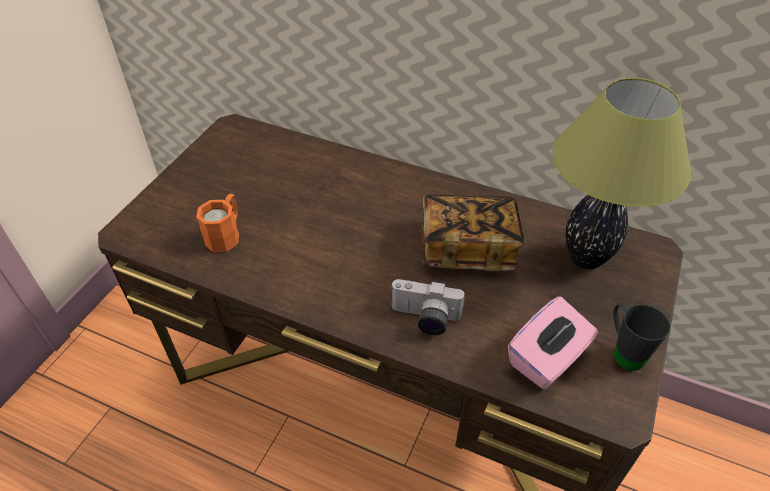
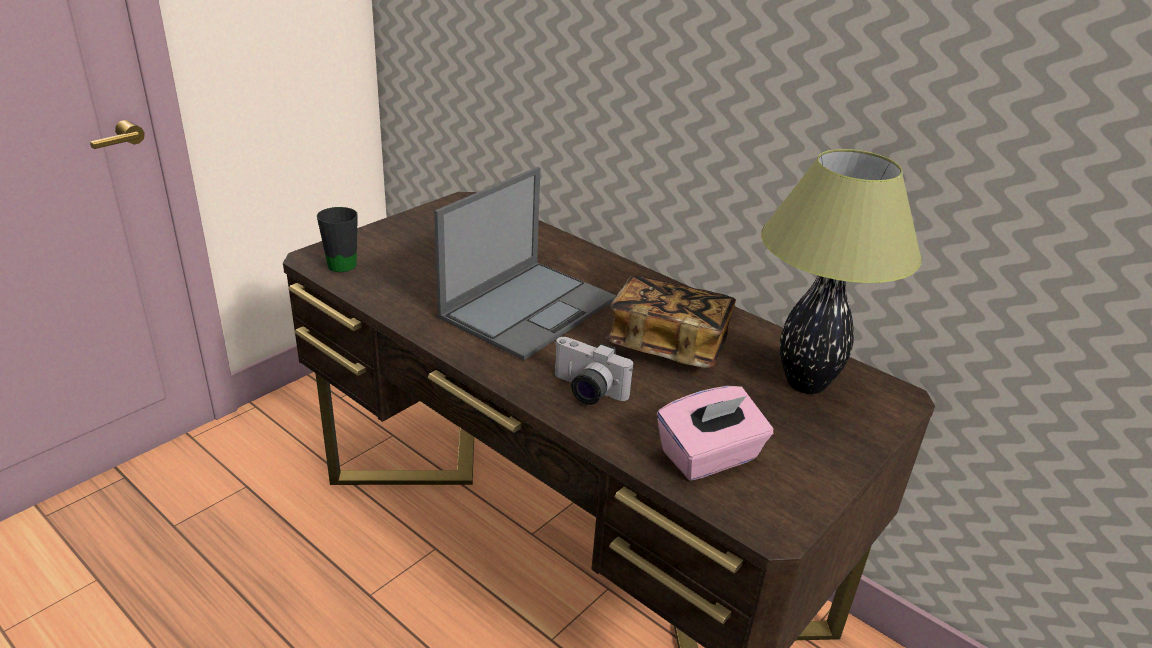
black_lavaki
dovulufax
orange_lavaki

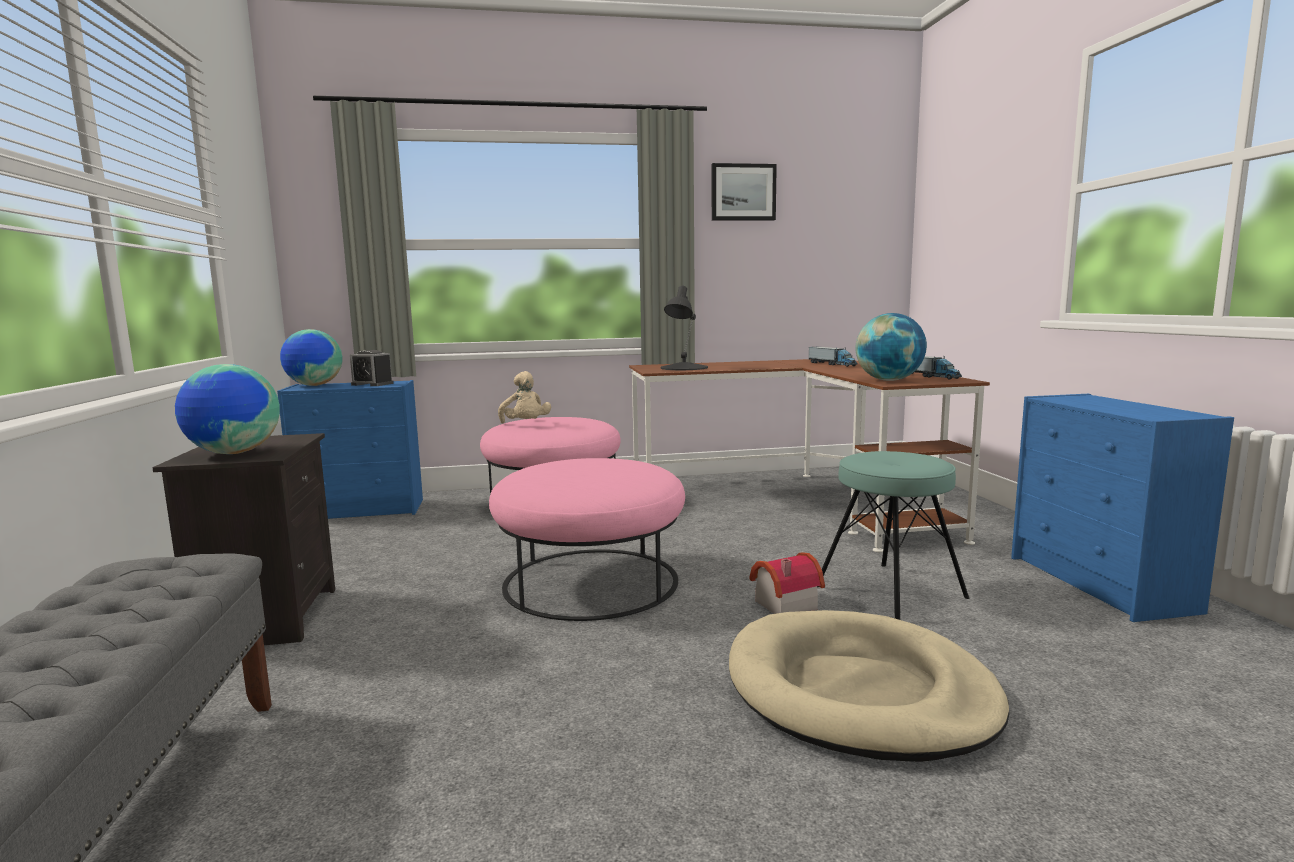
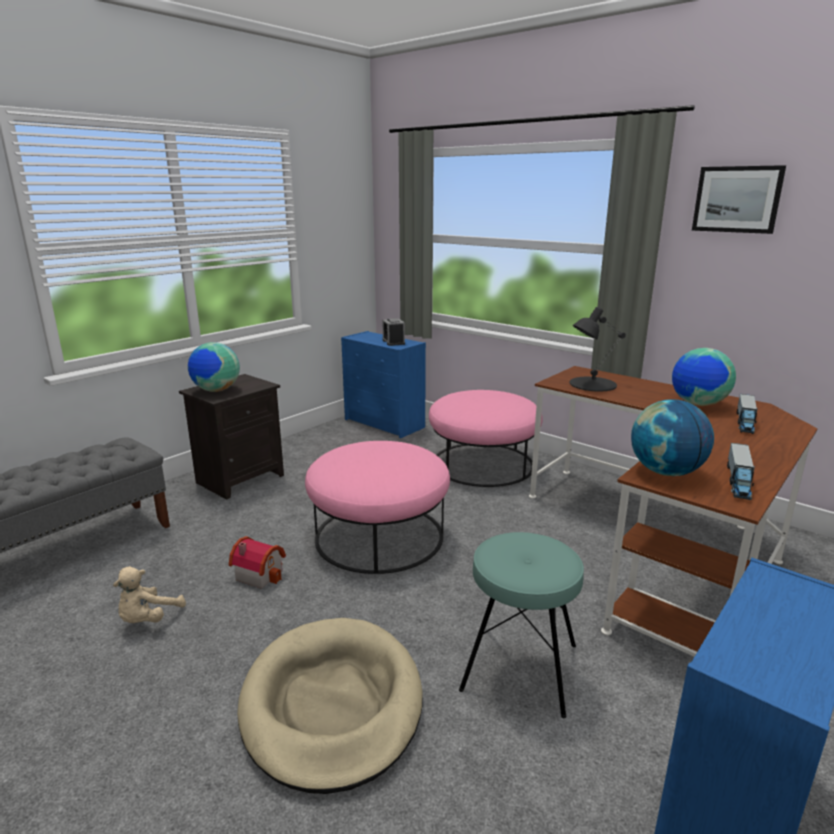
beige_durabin
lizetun
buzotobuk (3rd from left)

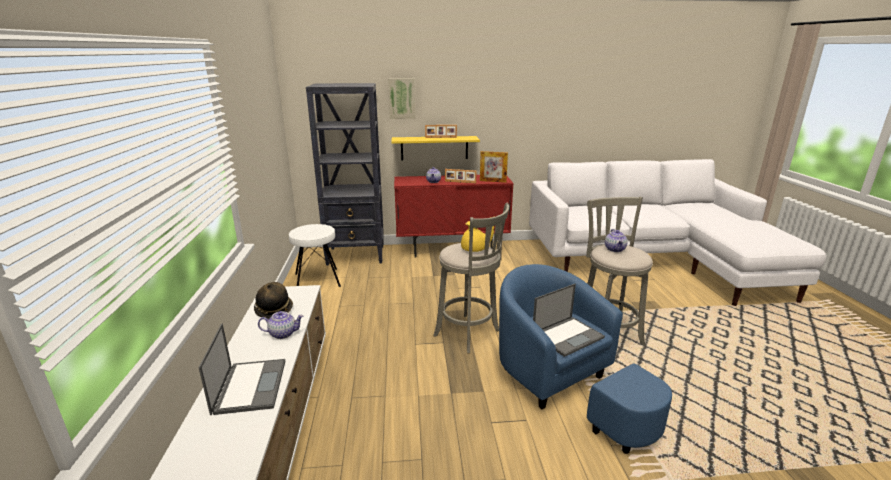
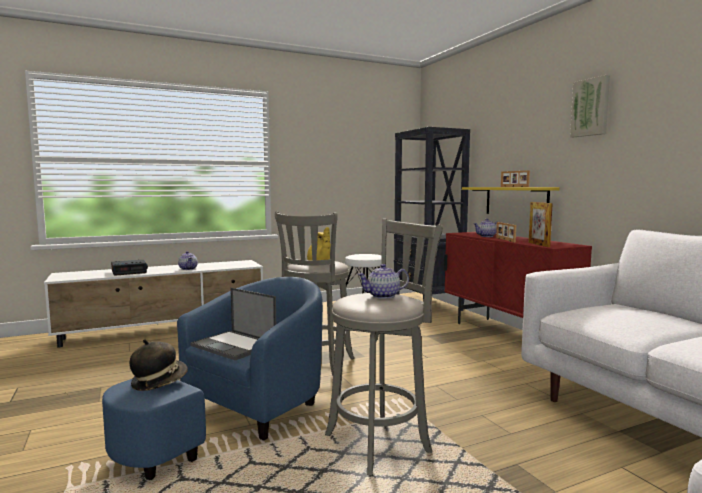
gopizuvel
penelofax
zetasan

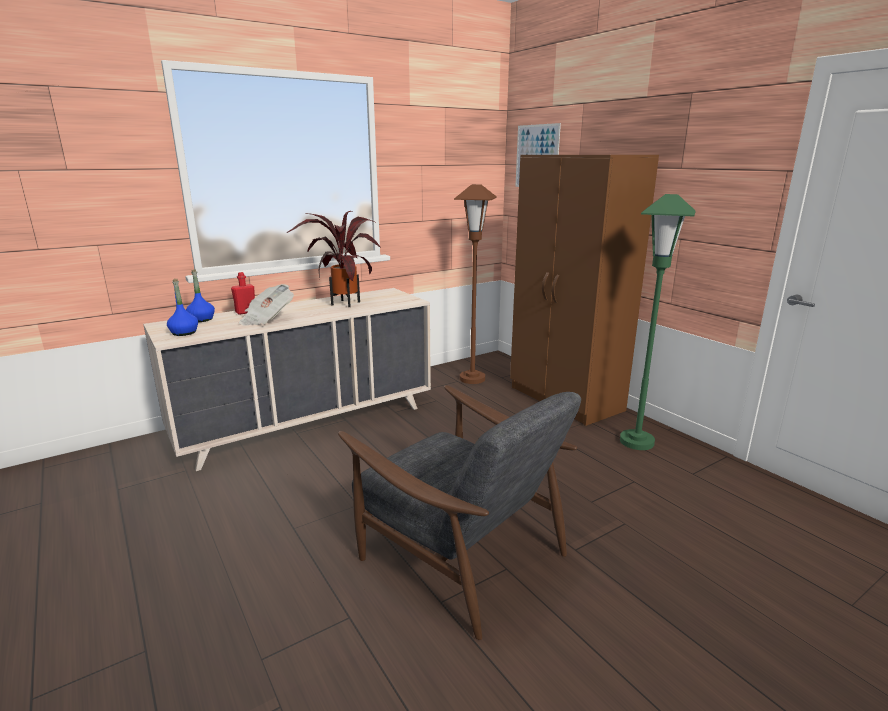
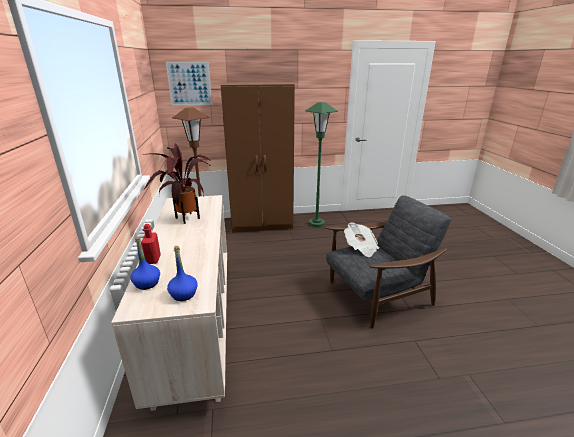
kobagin

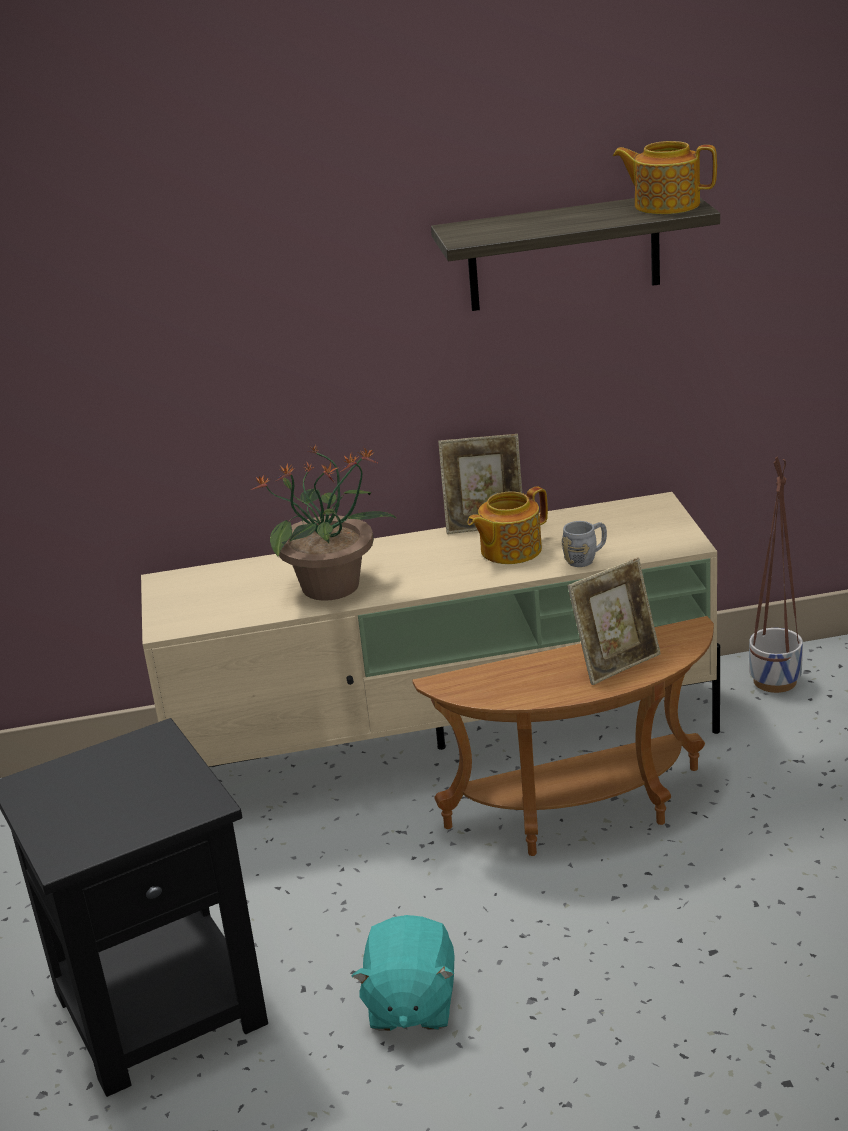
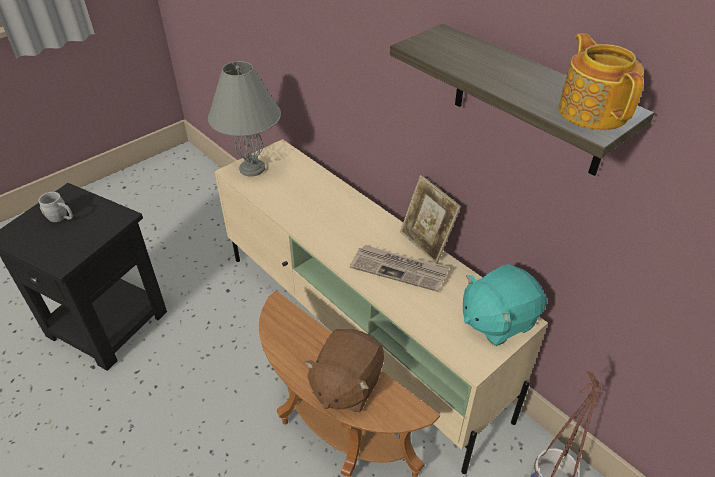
grey_lavaki
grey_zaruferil
brown_durabin
kobagin
turquoise_durabin
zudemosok

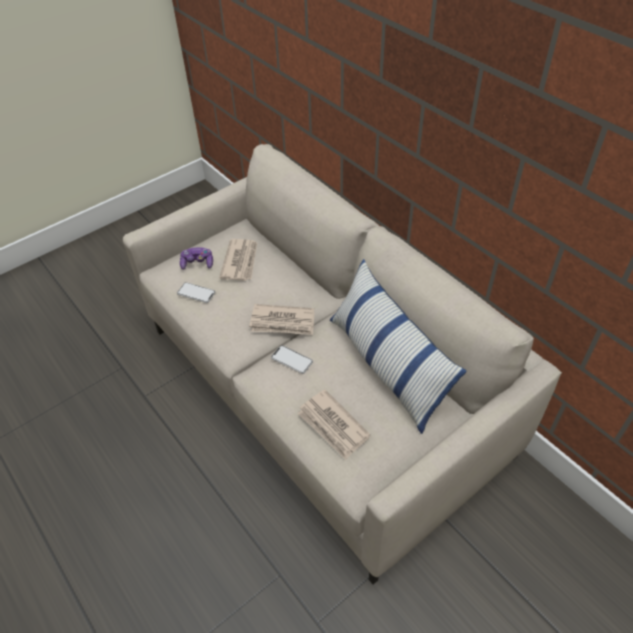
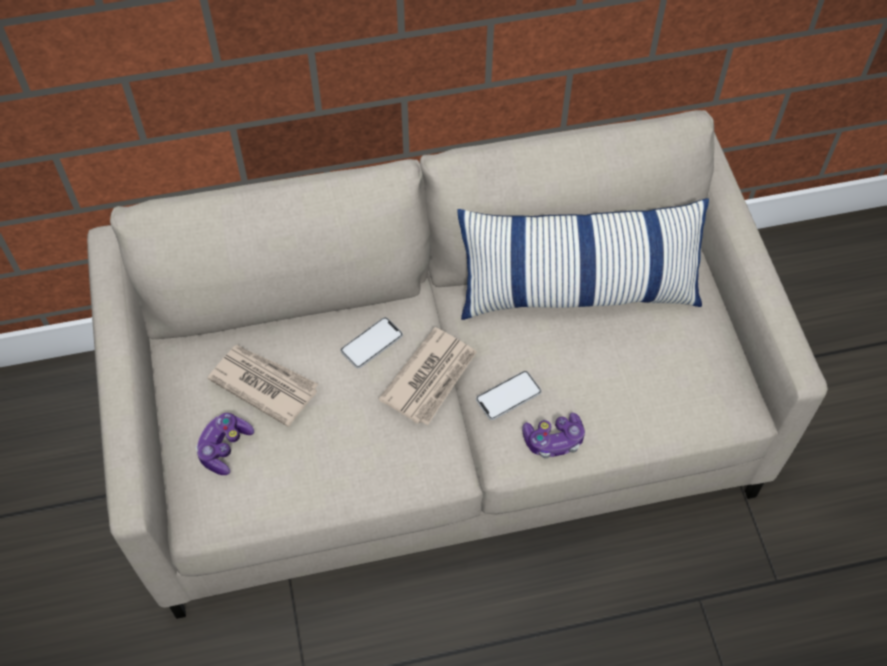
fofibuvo (1st from left)
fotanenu (2nd from left)
kobagin (3rd from left in the first image)

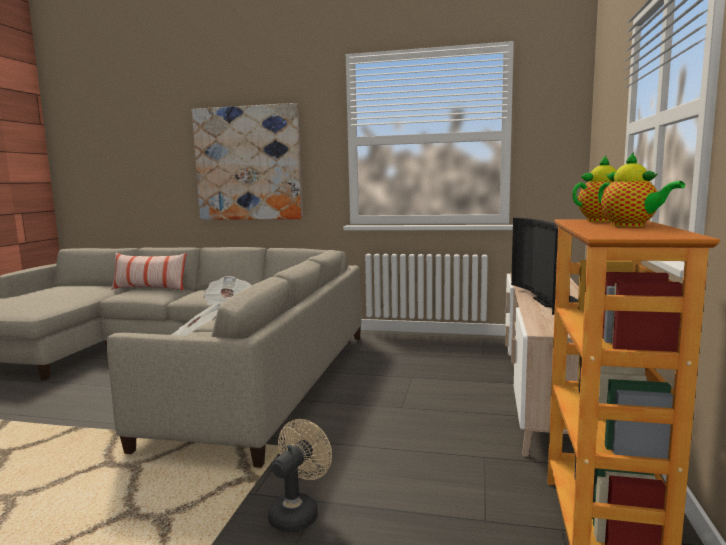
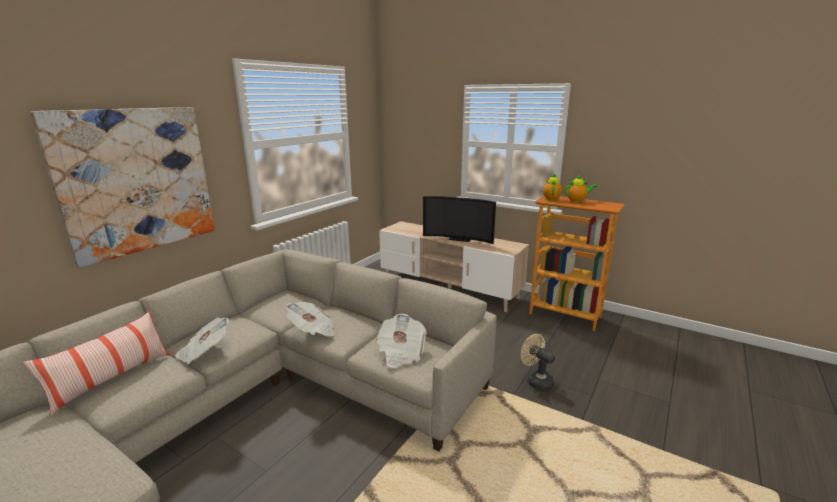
kobagin (1st from left)

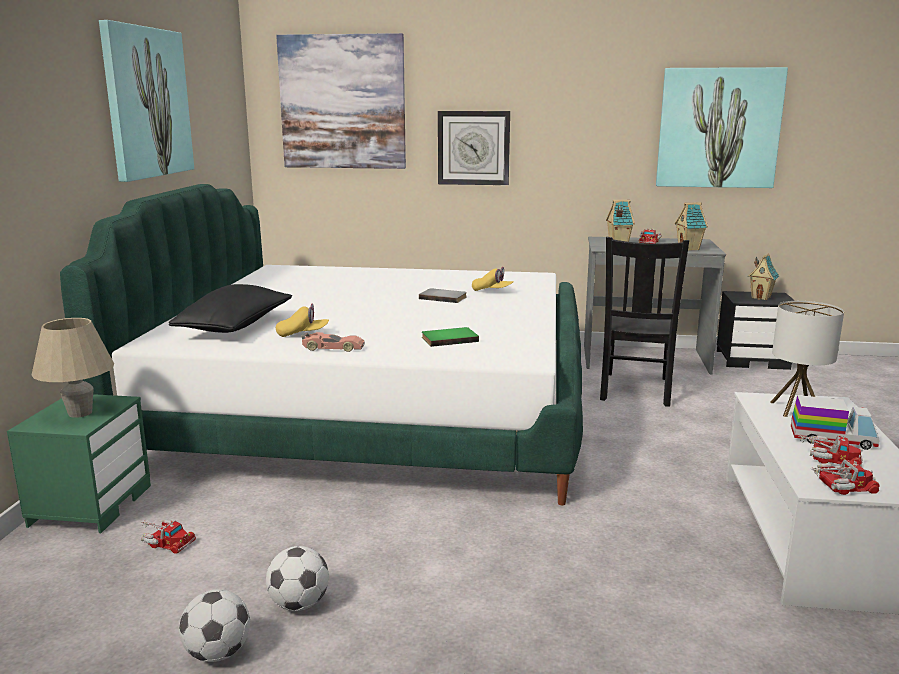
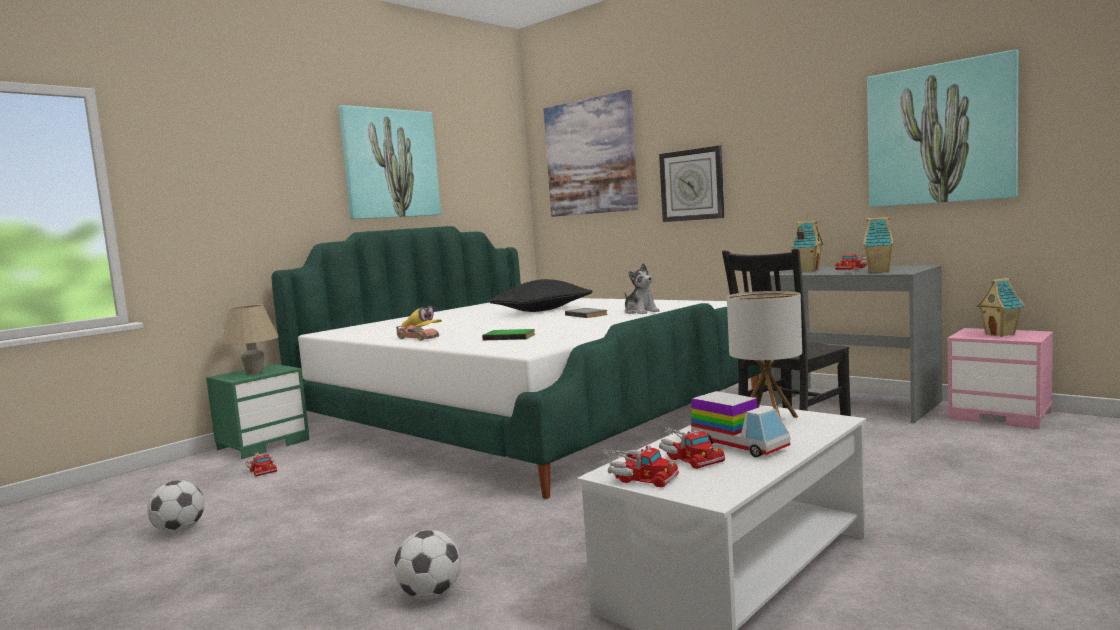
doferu (2nd from left)
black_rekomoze
durabin
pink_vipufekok

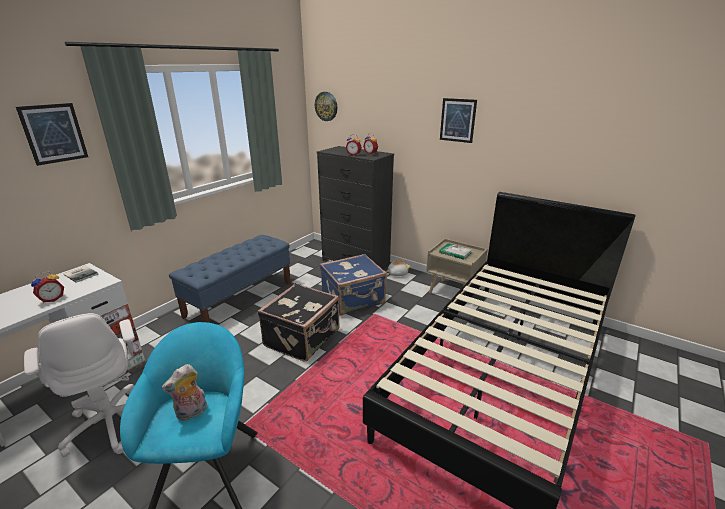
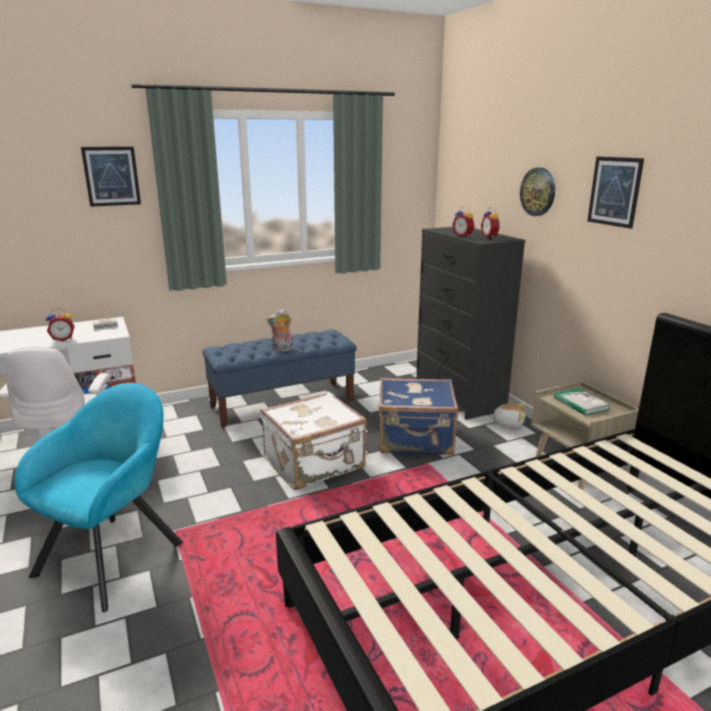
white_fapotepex
durabin (1st from left)
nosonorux

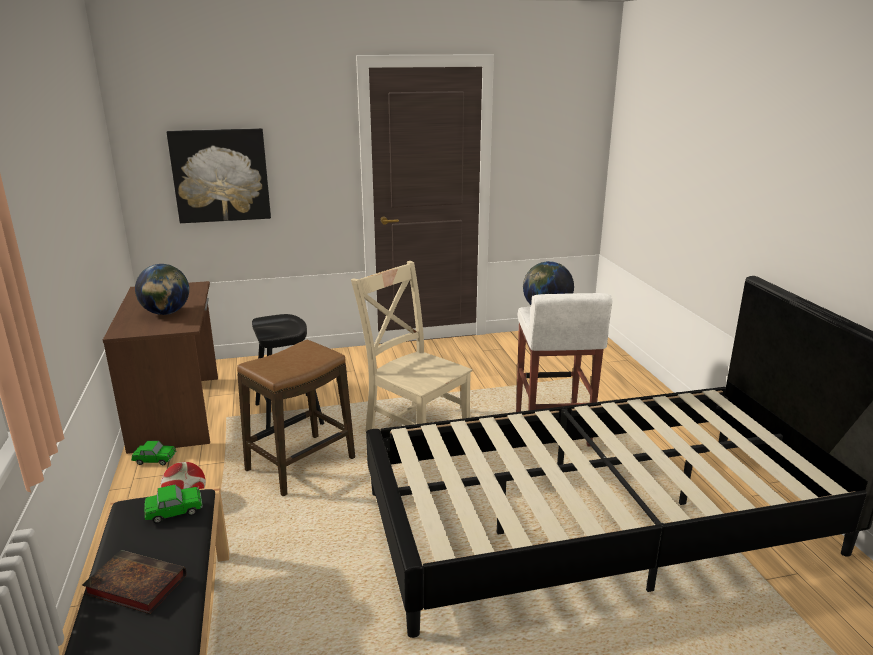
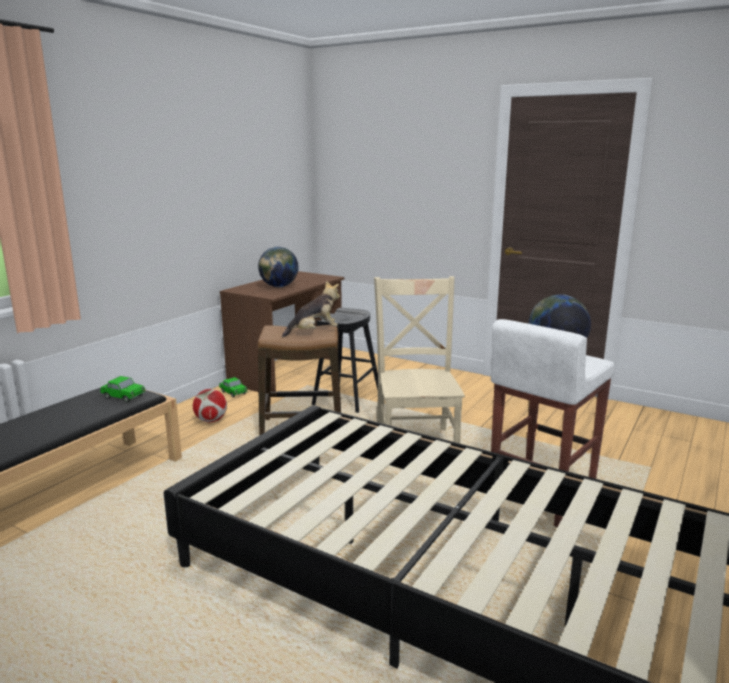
durabin
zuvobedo
zetasan

